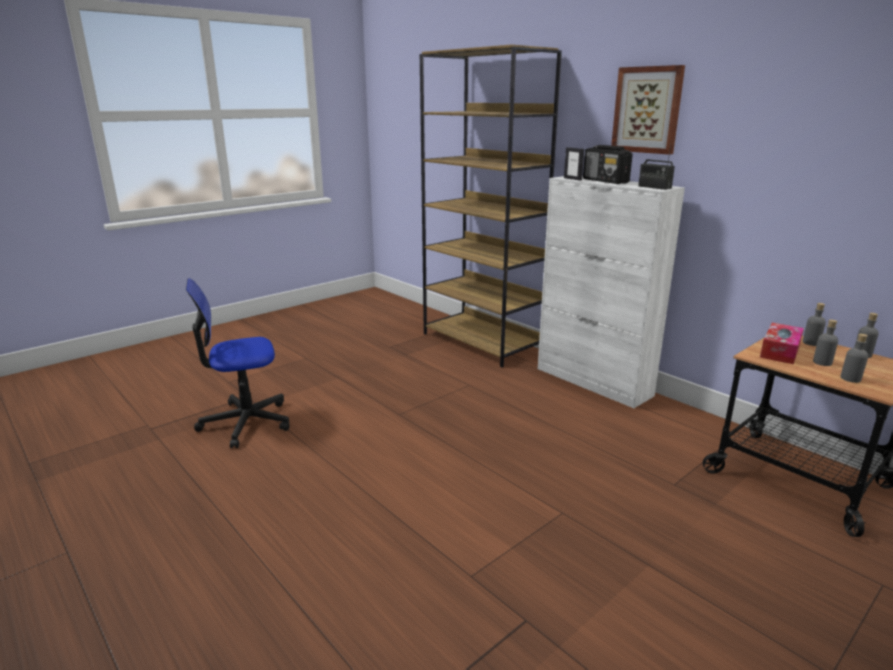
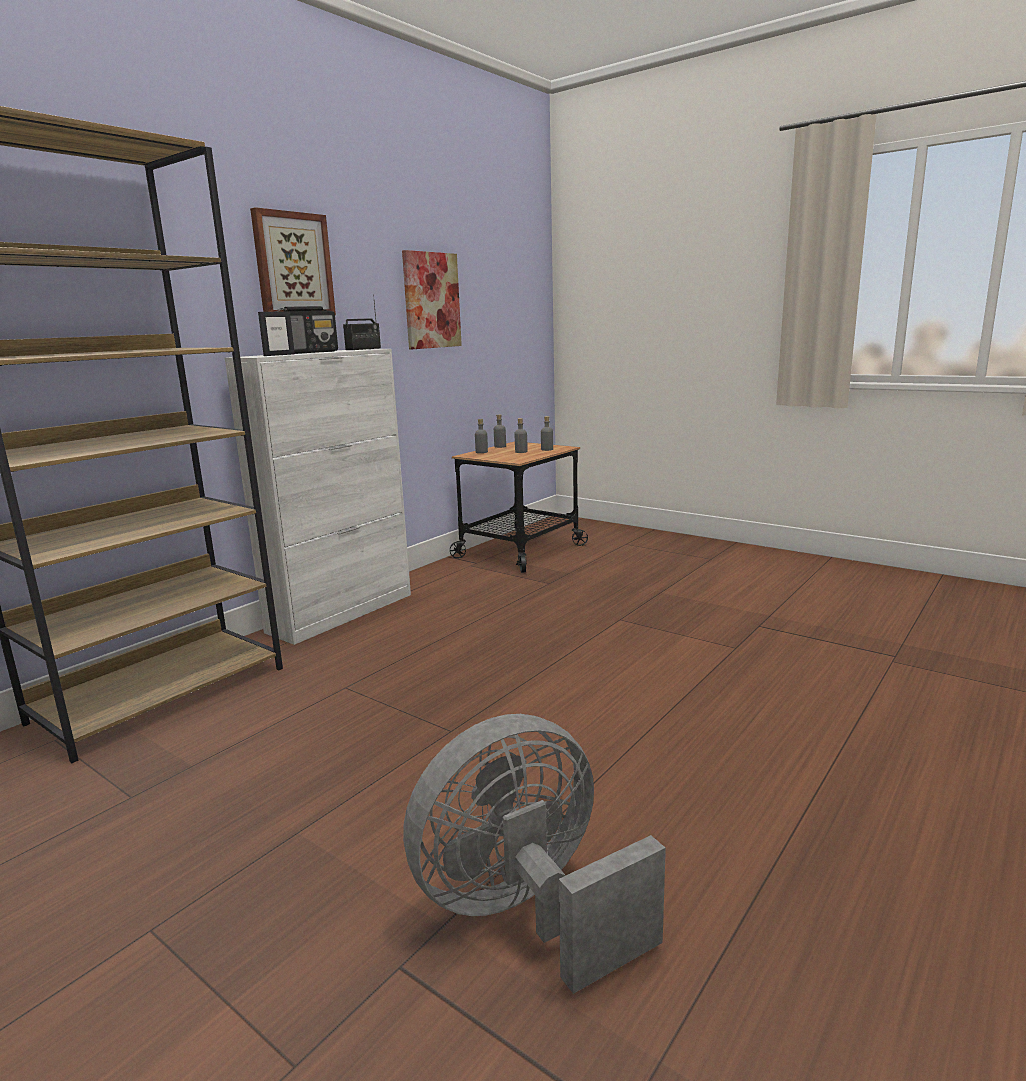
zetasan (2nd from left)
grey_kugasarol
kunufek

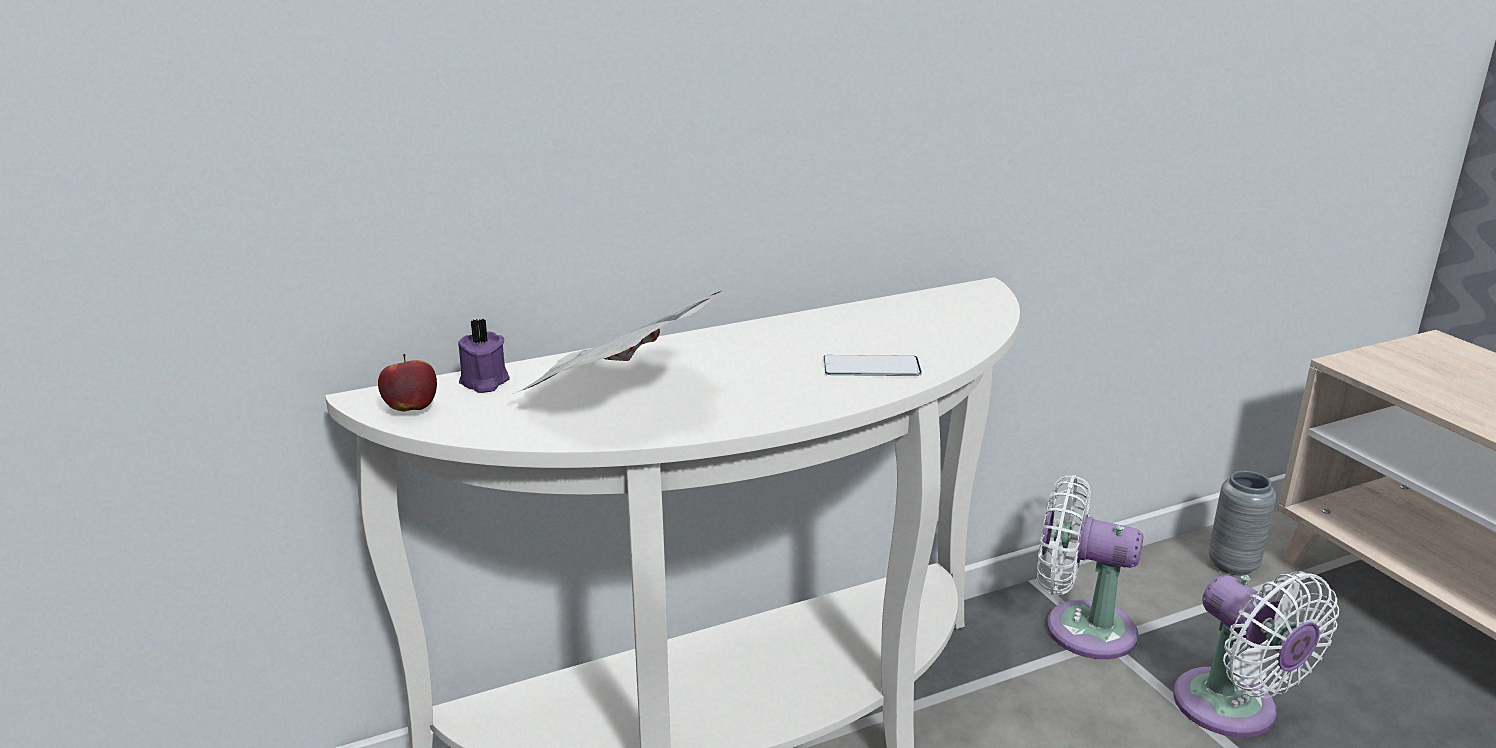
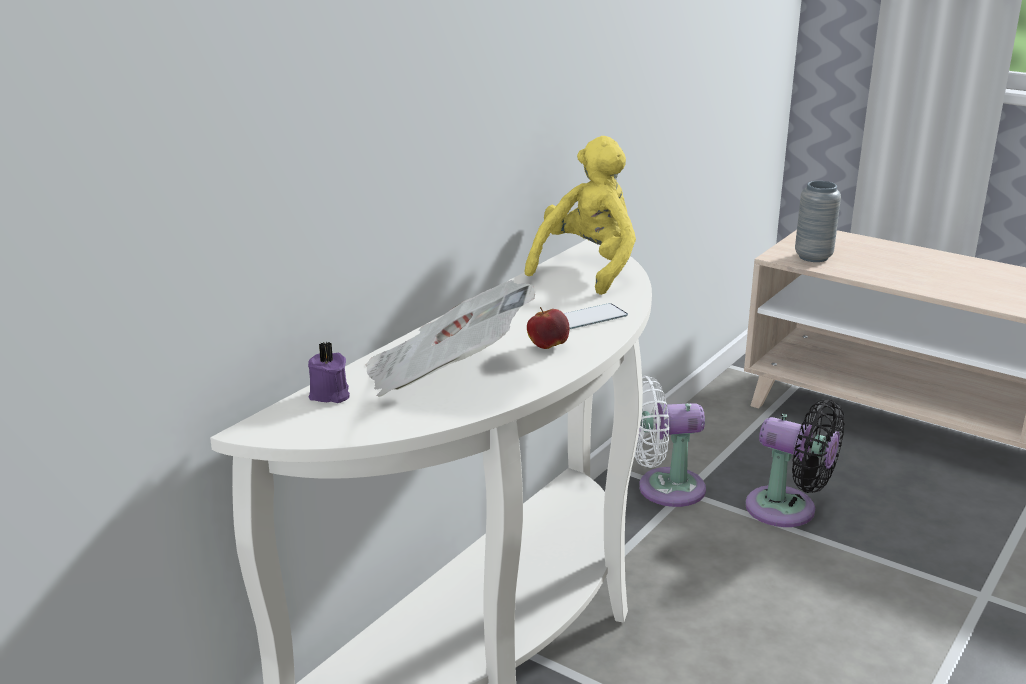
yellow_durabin
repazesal
black_kugasarol
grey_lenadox

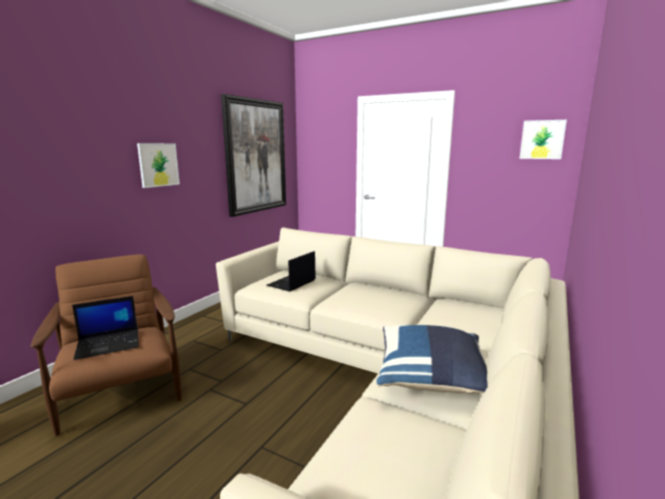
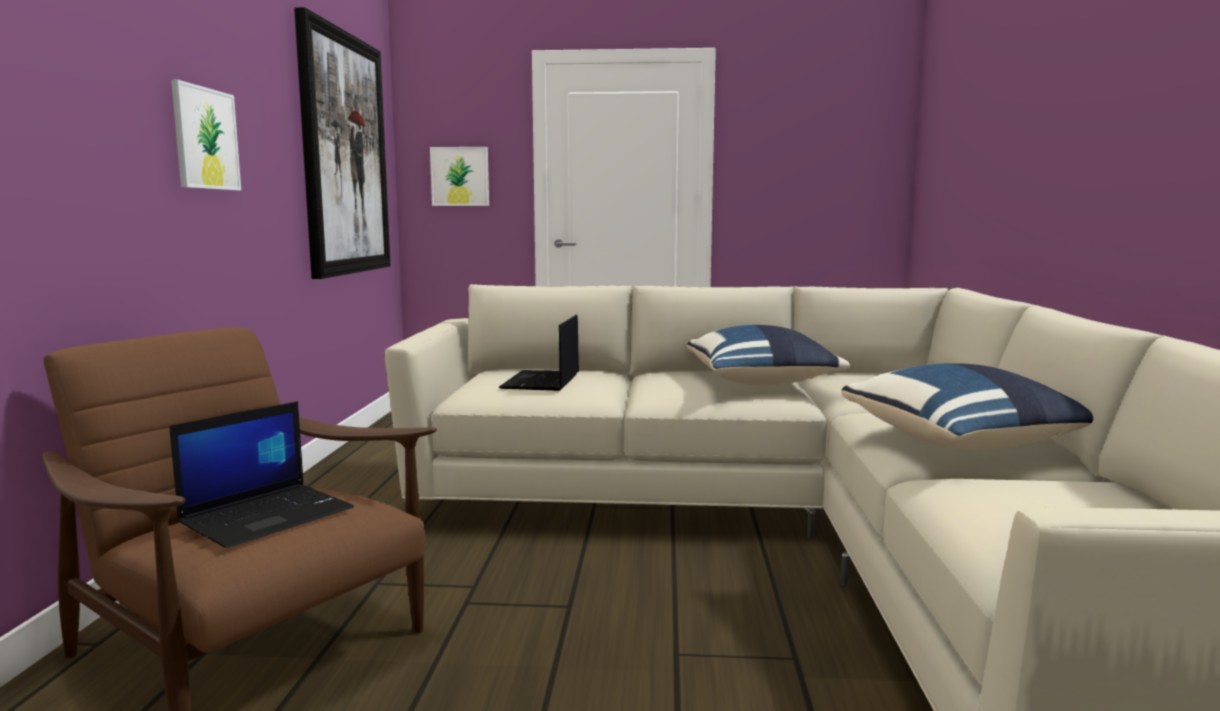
zetasan (3rd from left)
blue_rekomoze (1st from left)

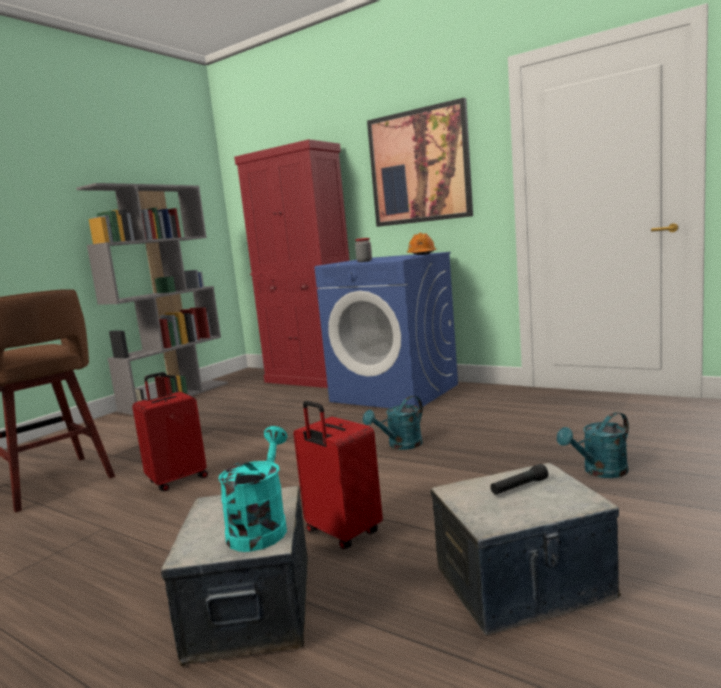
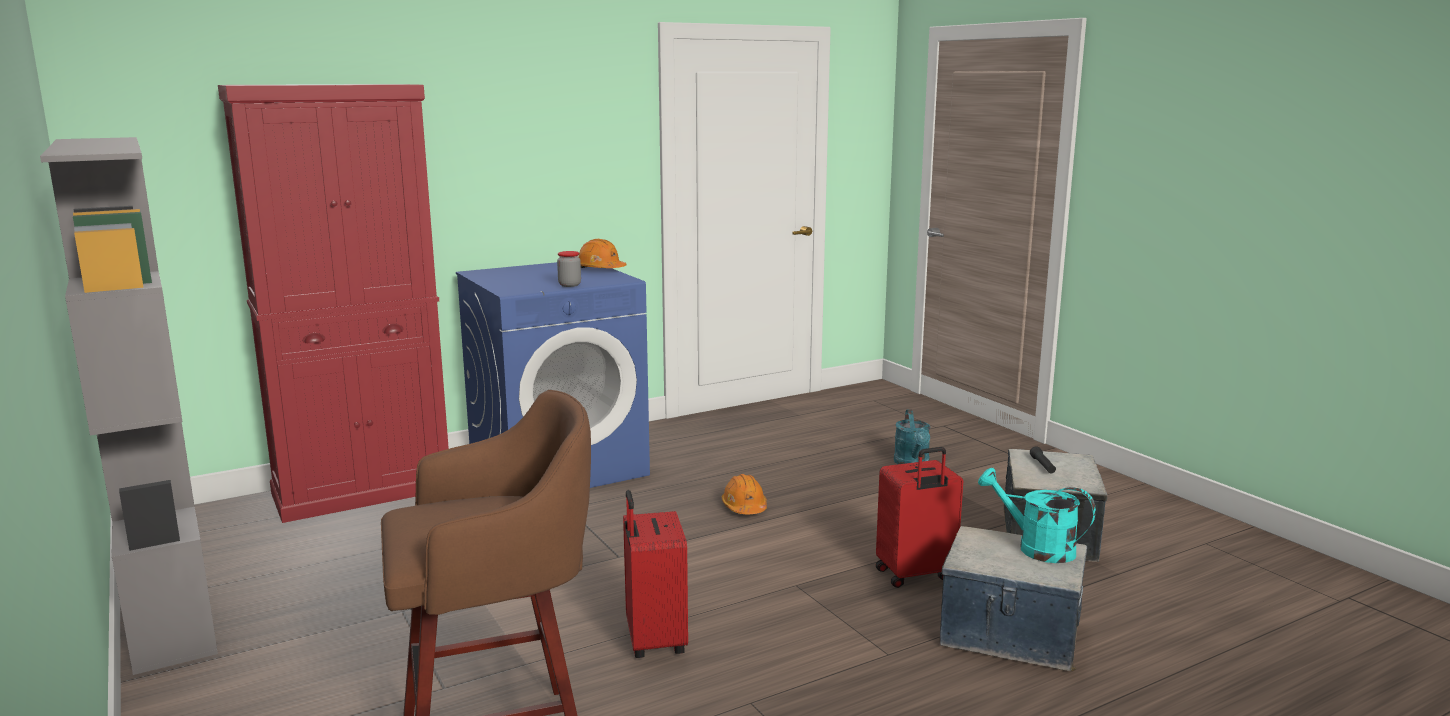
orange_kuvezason (2nd from left)
zetasan

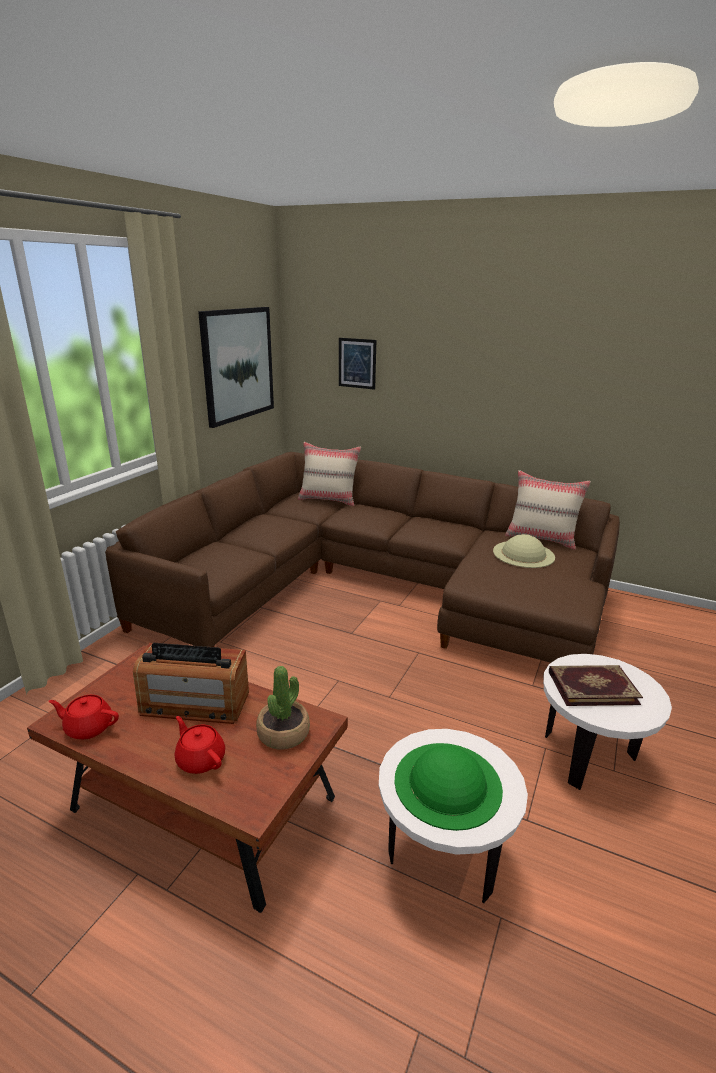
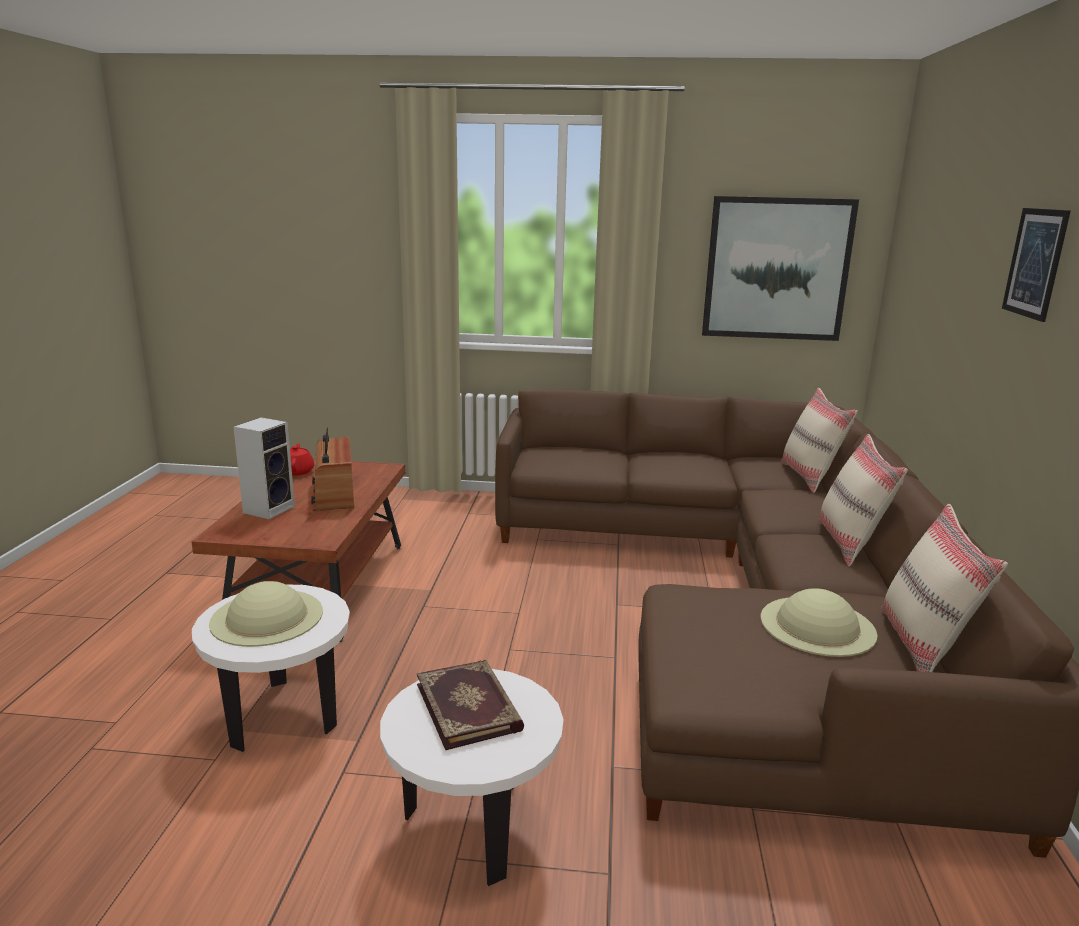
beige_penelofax (1st from left)
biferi
beige_rekomoze (2nd from left)
zetasan (2nd from left)
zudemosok

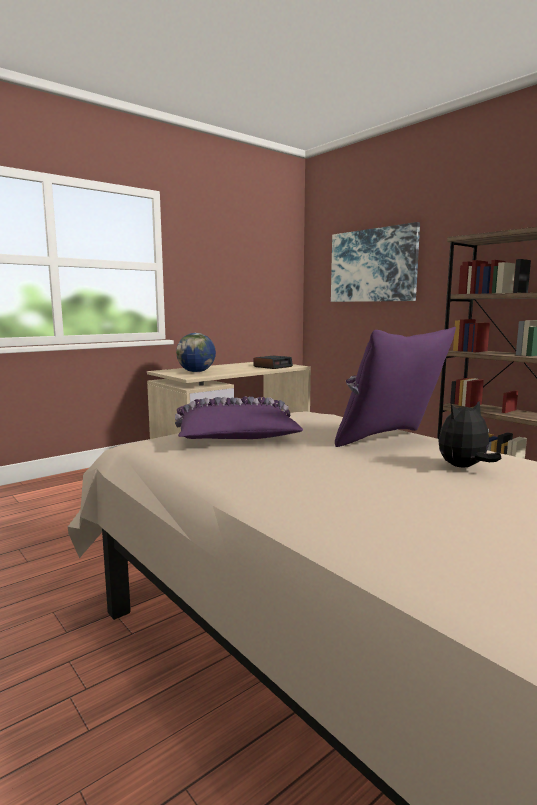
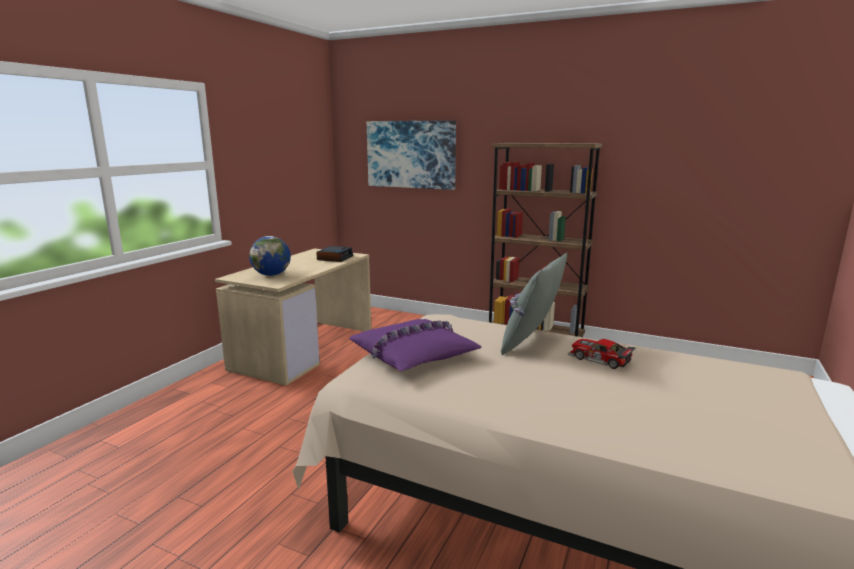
grey_rekomoze
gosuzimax

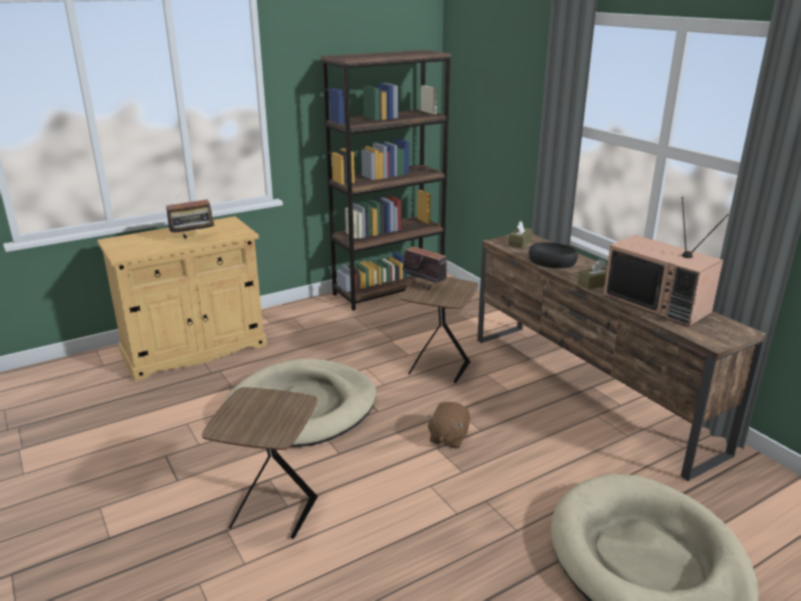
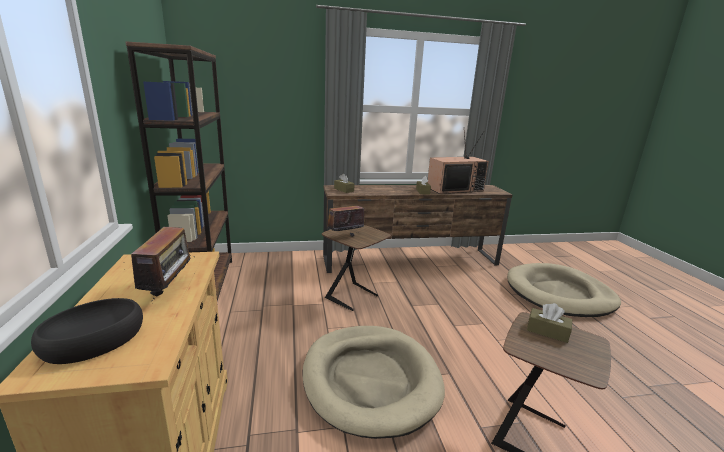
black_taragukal
brown_kunufek (3rd from left)
brown_durabin

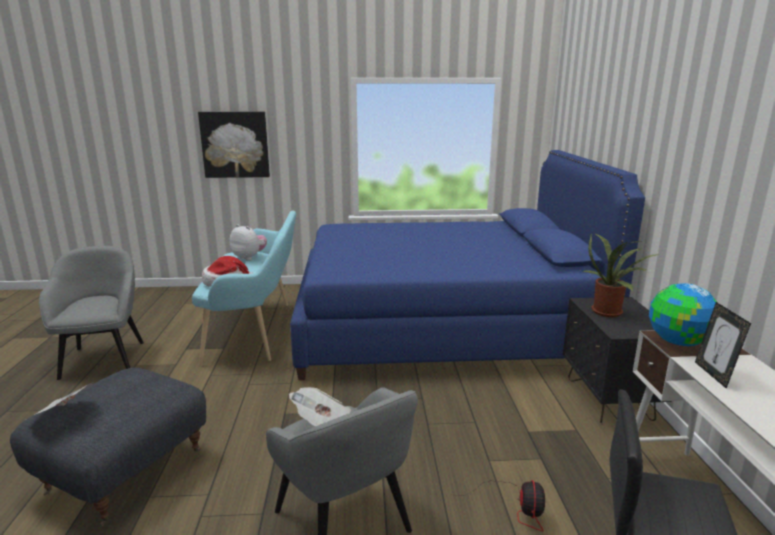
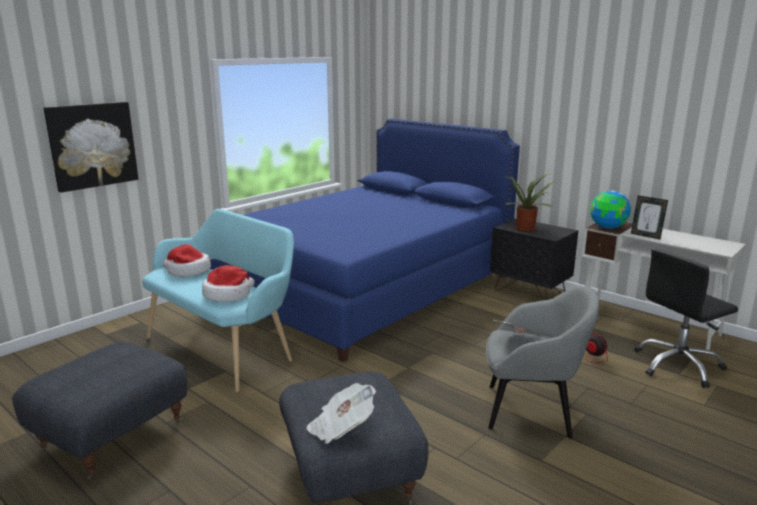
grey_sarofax (1st from left)
penelofax (1st from left)

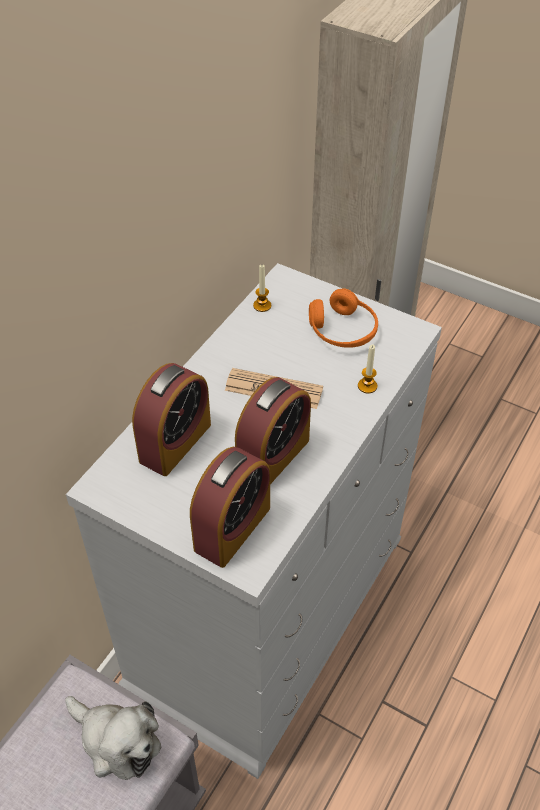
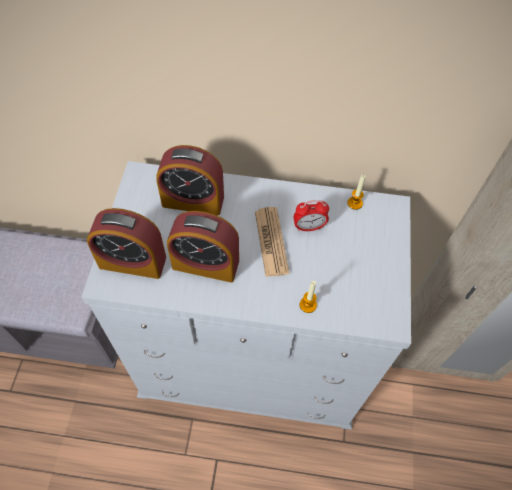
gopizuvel (4th from left)
durabin
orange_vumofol

